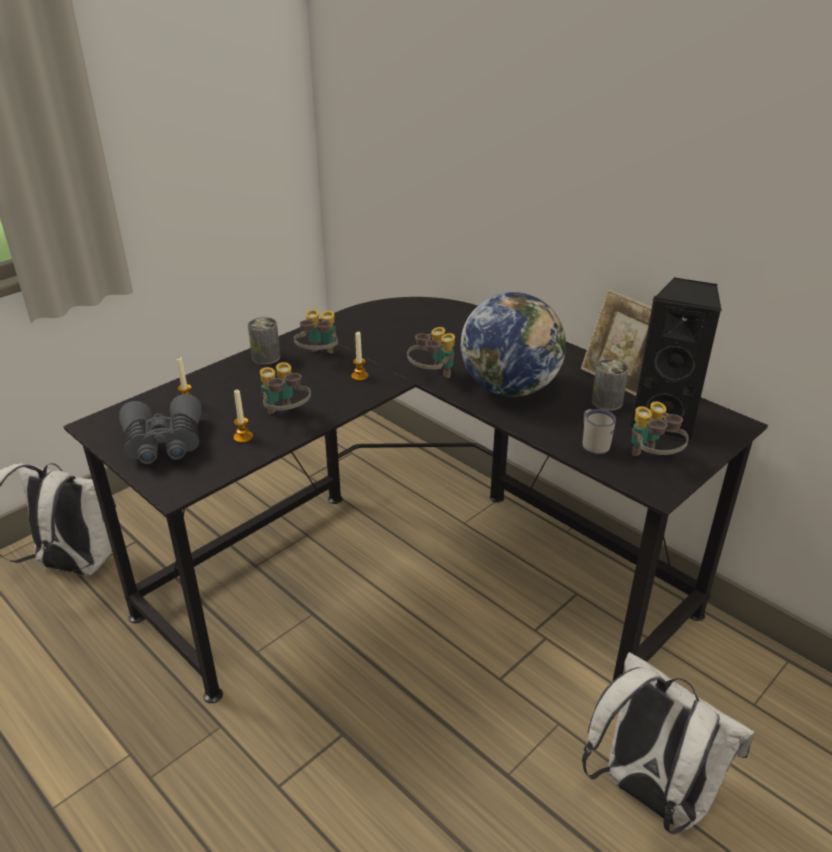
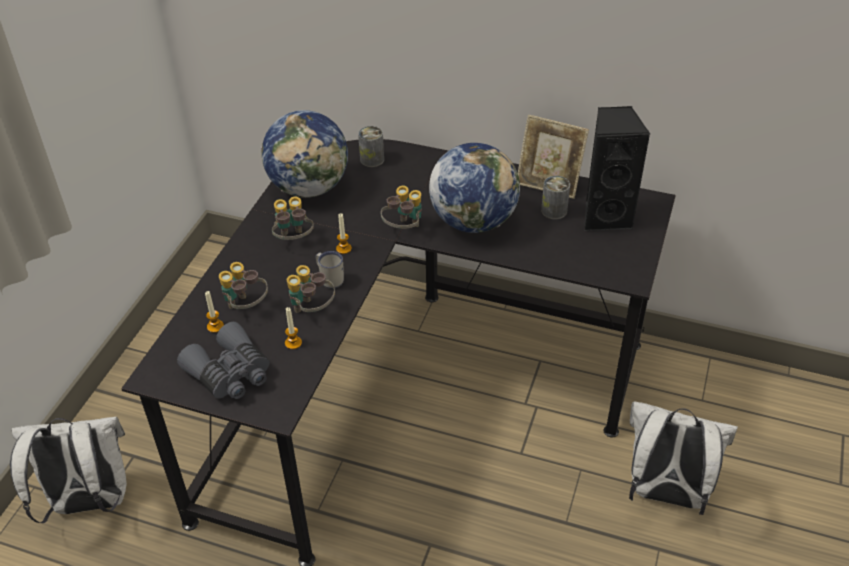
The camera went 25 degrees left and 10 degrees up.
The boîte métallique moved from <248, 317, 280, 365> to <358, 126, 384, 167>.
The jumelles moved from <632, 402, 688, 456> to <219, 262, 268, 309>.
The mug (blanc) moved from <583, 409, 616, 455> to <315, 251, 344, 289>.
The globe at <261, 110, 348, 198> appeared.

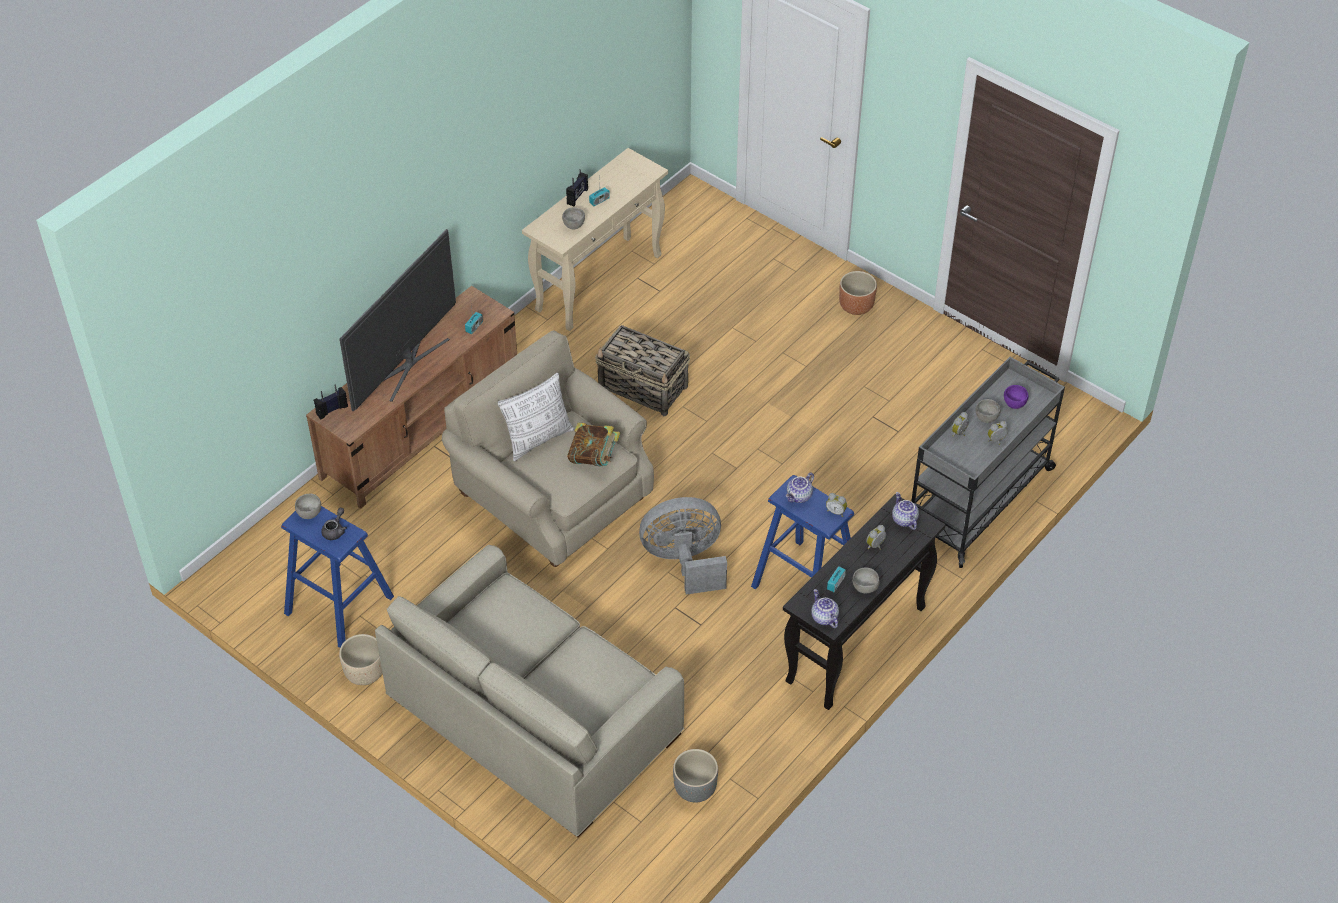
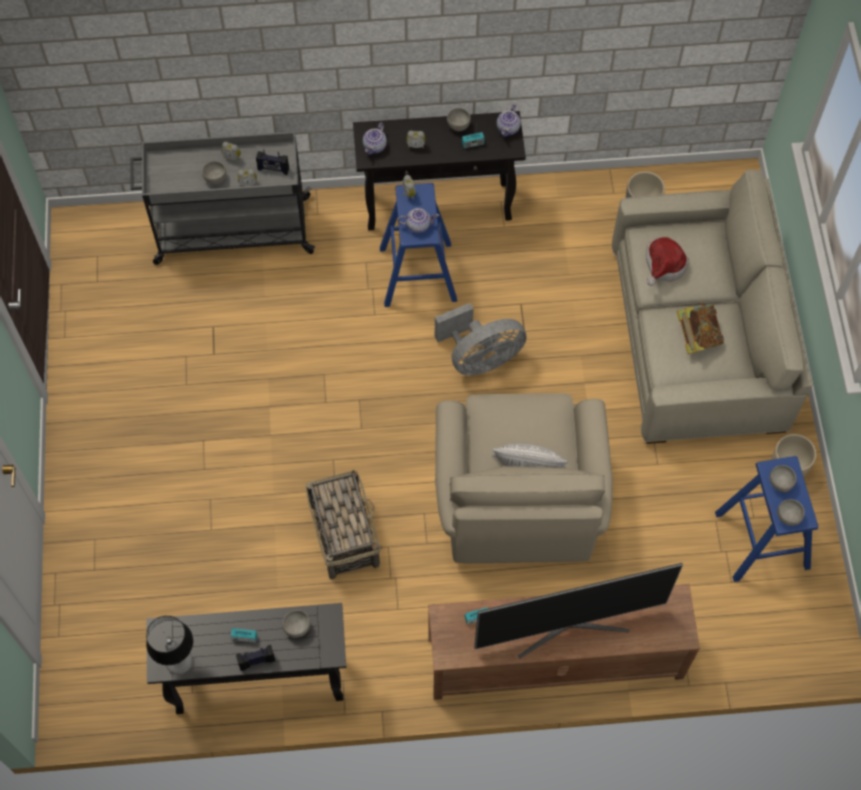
The camera went 135 degrees left and 15 degrees up.
The table console (beige) at <522, 148, 668, 331> became the table console (noir) at <146, 603, 346, 714>.
The cache-pot (marron) at <839, 271, 877, 315> disappeared.
The radio moved from <314, 385, 348, 420> to <256, 149, 289, 175>.
The bol (violet) at <1004, 385, 1029, 409> disappeared.
The livre moved from <567, 422, 620, 466> to <676, 302, 724, 354>.
The ventilateur (gris) at <639, 497, 727, 595> turned 60 degrees counterclockwise.
The théière (gris) at <321, 508, 347, 540> was replaced by the bol (gris) at <769, 465, 797, 492>.
The chapeau at <646, 237, 689, 286> appeared.
The lampe de table at <146, 616, 193, 675> appeared.

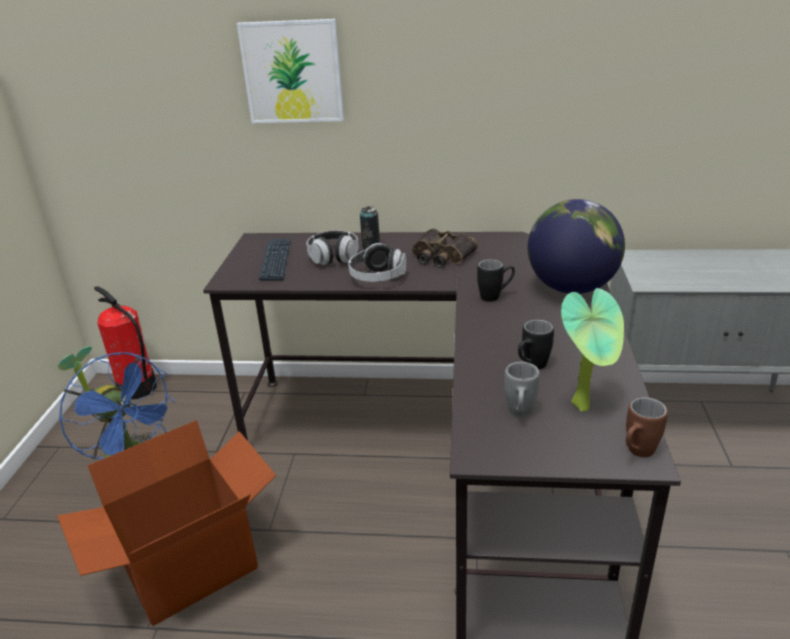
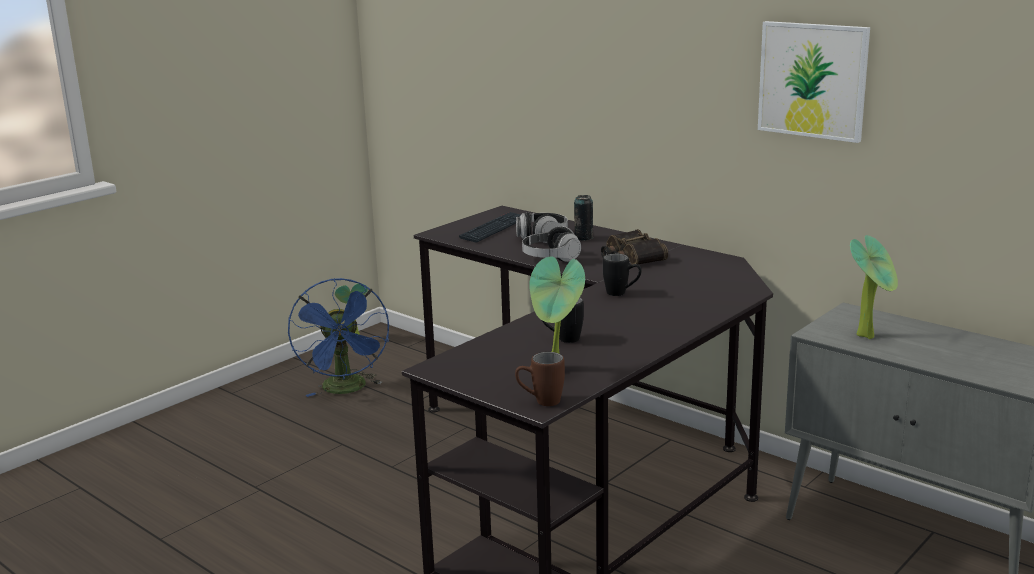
The camera went 35 degrees right and 10 degrees down.
The tableau moved from <237, 19, 344, 123> to <758, 21, 870, 143>.
The globe at <528, 199, 625, 294> disappeared.
The extincteur at <94, 286, 156, 399> disappeared.
The mug (gris) at <504, 362, 540, 417> disappeared.
The carton at <57, 420, 277, 626> disappeared.
The plante en pot at <850, 235, 898, 339> appeared.

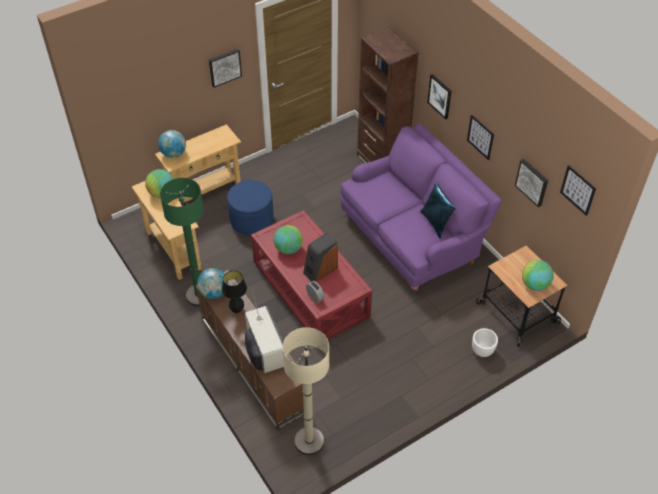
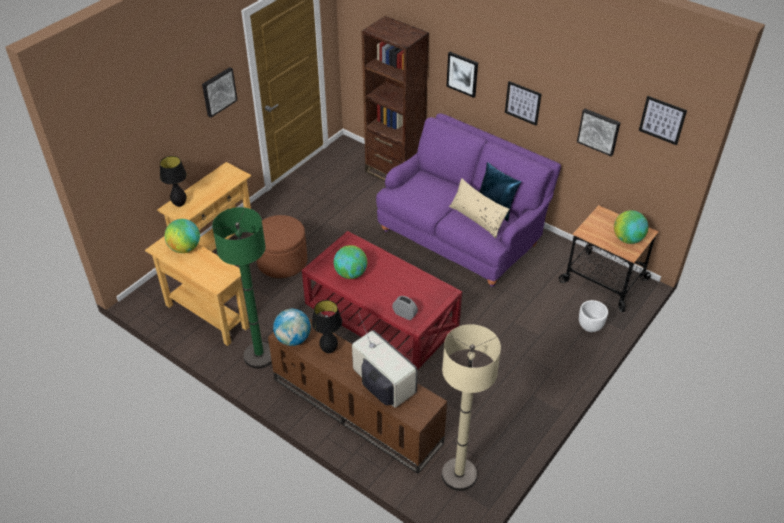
The camera went 20 degrees left and 5 degrees down.
The globe at <158, 130, 186, 158> was replaced by the lampe de table (noir) at <160, 156, 187, 207>.
The pouf (bleu) at <227, 180, 274, 235> became the pouf (marron) at <256, 215, 307, 278>.
The enceinte at <303, 233, 338, 282> disappeared.
The coussin (beige) at <449, 178, 509, 238> appeared.

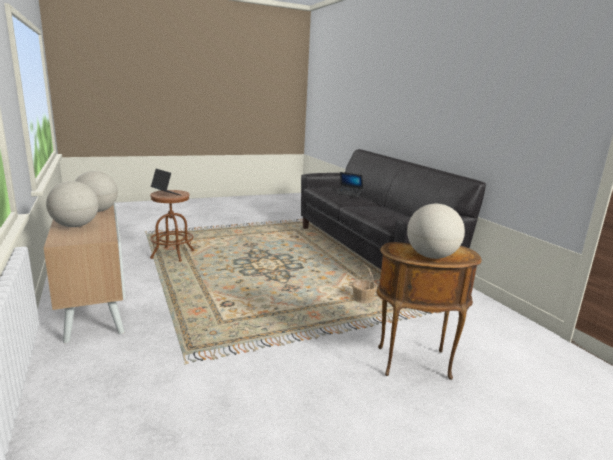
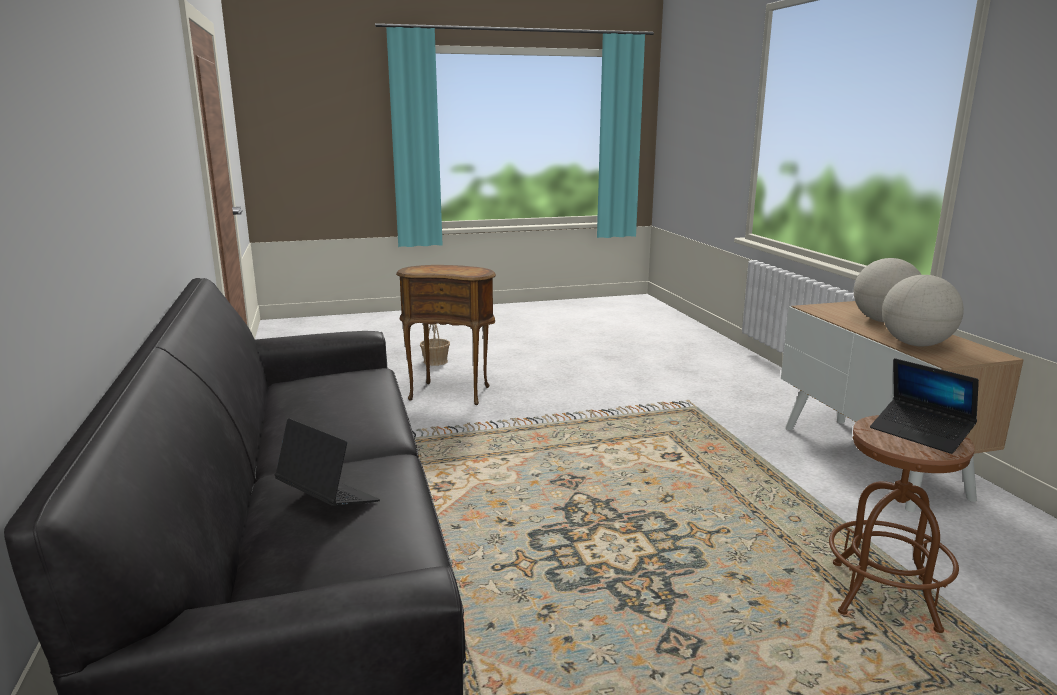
The camera went 170 degrees left and 0 degrees up.
The globe at <407, 204, 465, 259> disappeared.
The panier moved from <352, 264, 377, 304> to <420, 324, 450, 366>.

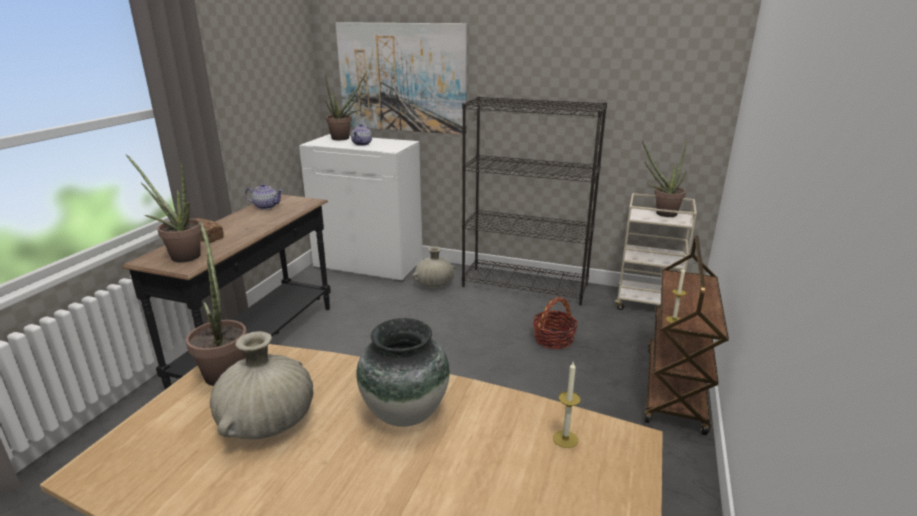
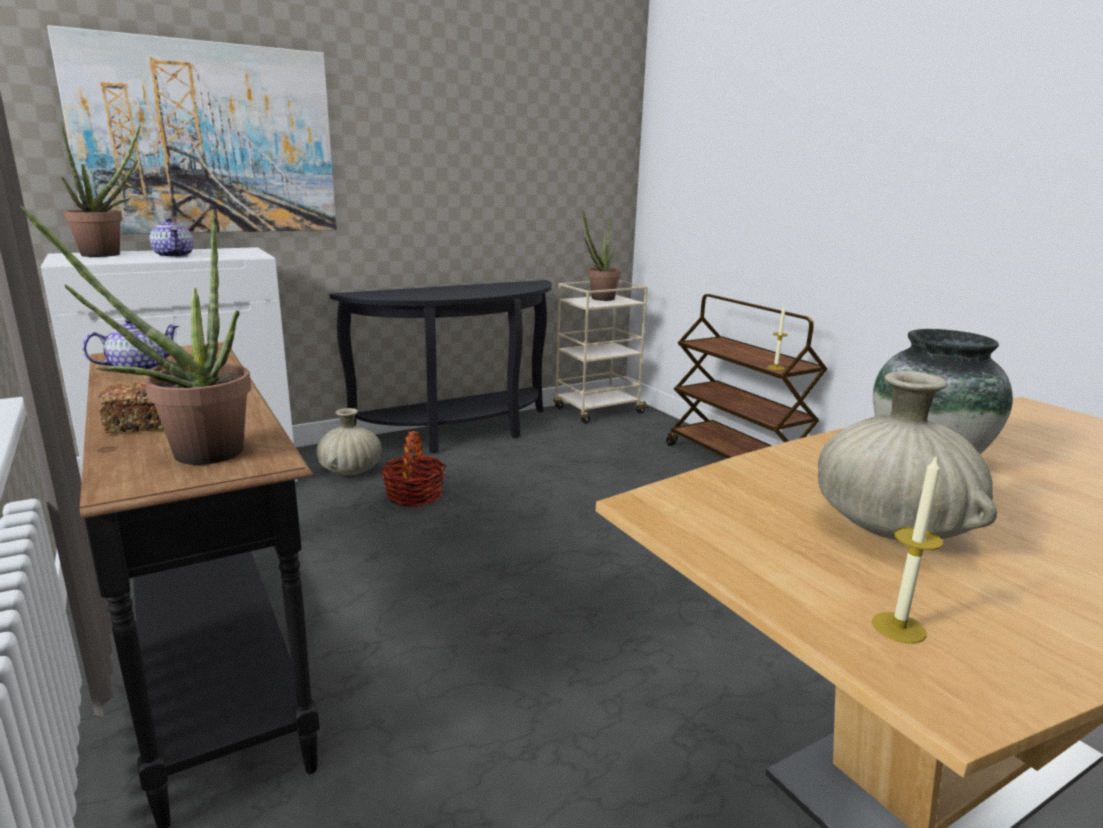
The camera went 50 degrees left and 5 degrees down.
The bibliothèque (noir) at <462, 96, 607, 305> was replaced by the table console (noir) at <329, 280, 552, 454>.
The plante en pot at <186, 220, 247, 386> disappeared.
The panier moved from <533, 297, 578, 349> to <380, 431, 446, 507>.
The bougie moved from <553, 361, 581, 448> to <872, 454, 943, 643>.

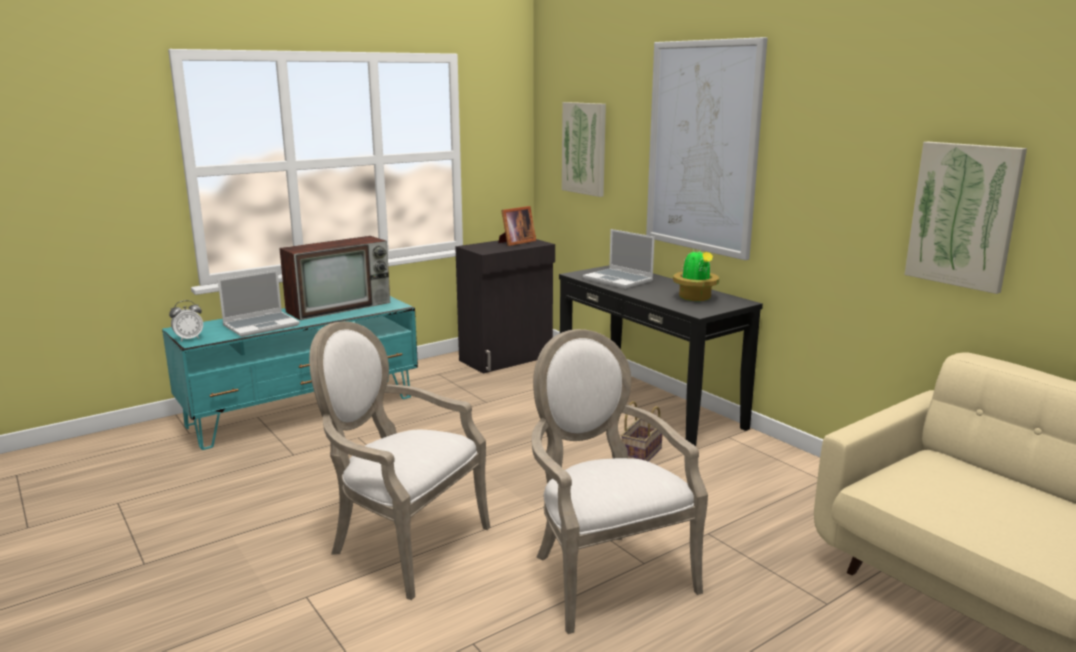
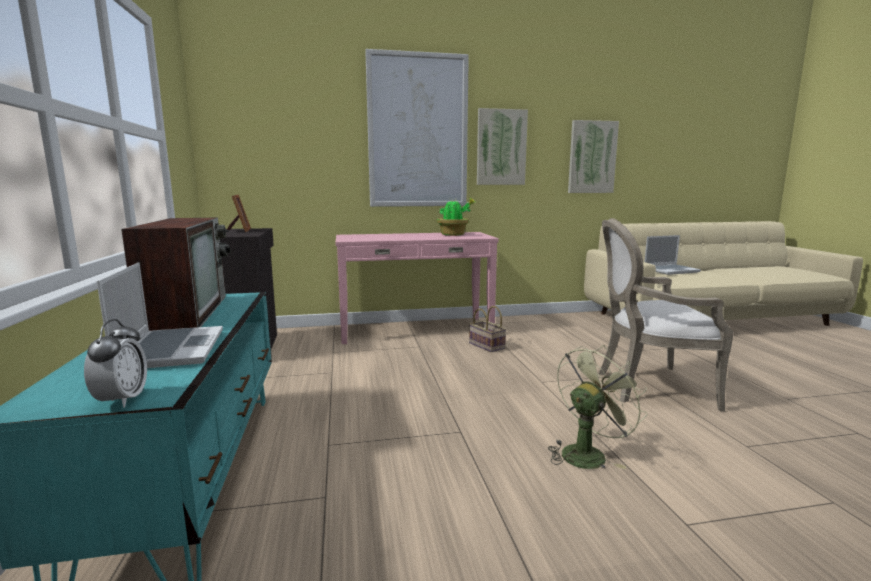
The camera went 65 degrees left and 5 degrees down.
The tableau moved from <562, 102, 606, 197> to <477, 108, 528, 185>.
The ordinateur portable moved from <583, 229, 655, 289> to <645, 235, 701, 275>.
The table console (noir) at <559, 265, 763, 446> became the table console (rose) at <335, 232, 499, 344>.
The fauteuil at <309, 321, 490, 600> was replaced by the ventilateur (vert) at <548, 345, 647, 469>.

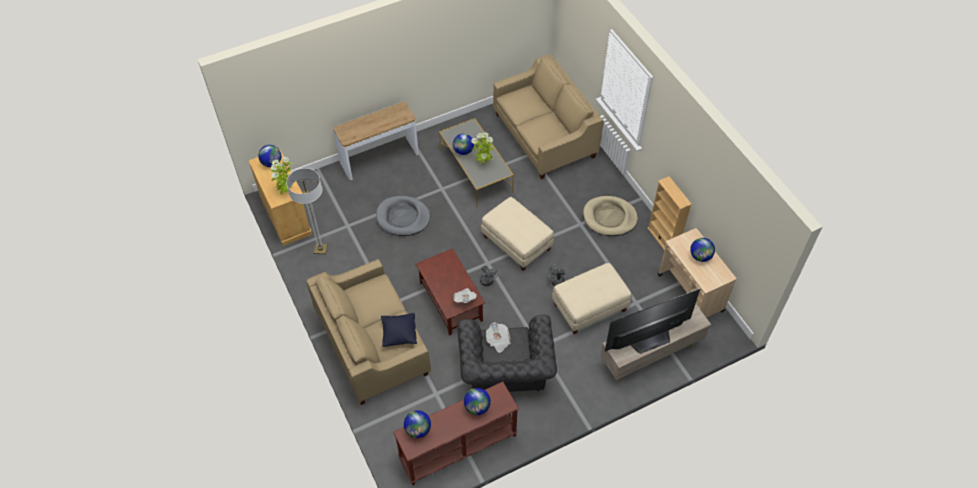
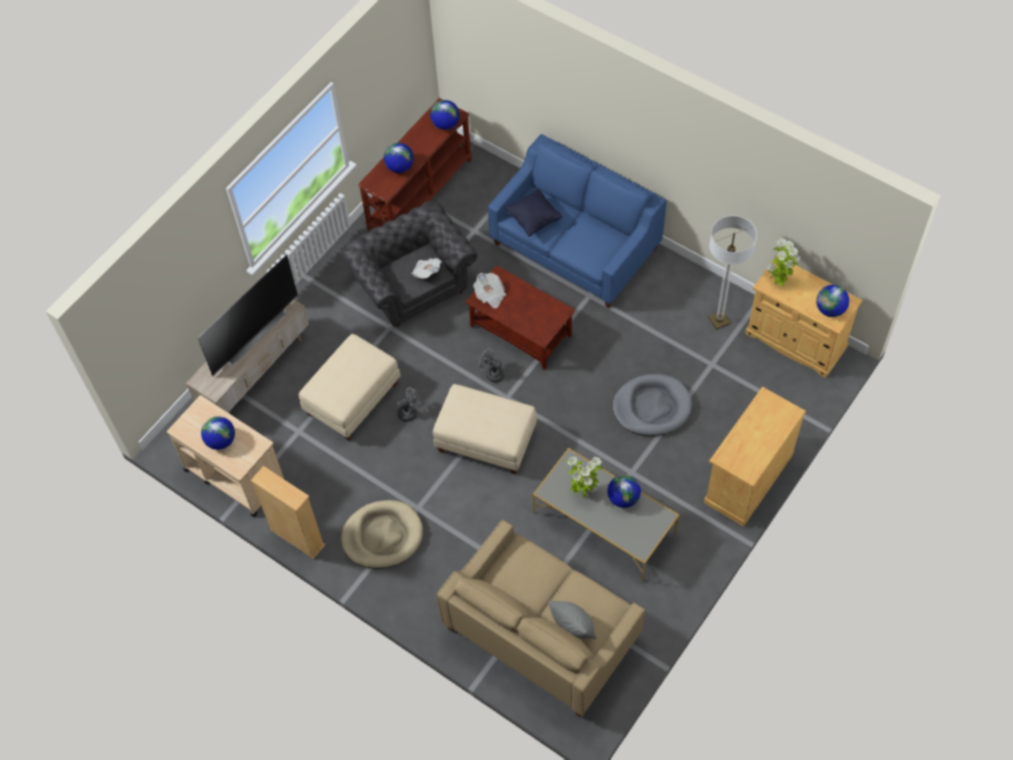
The camera went 155 degrees right and 5 degrees up.
The table console at <333, 101, 419, 180> was replaced by the meuble de rangement (beige) at <704, 387, 806, 527>.
The canapé (beige) at <306, 259, 431, 405> became the canapé (bleu) at <488, 134, 667, 308>.
The coussin (gris) at <548, 600, 597, 639> appeared.

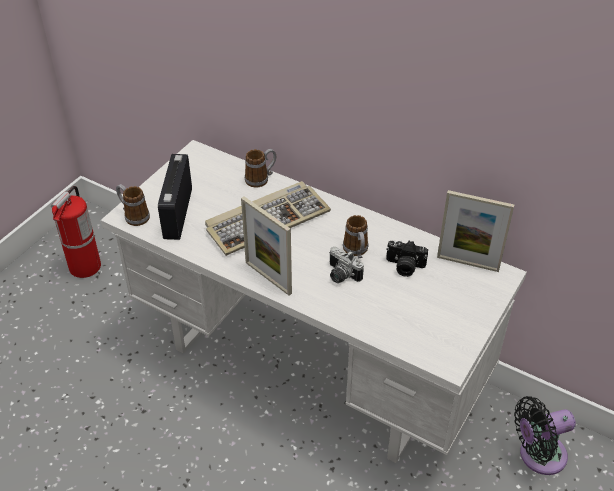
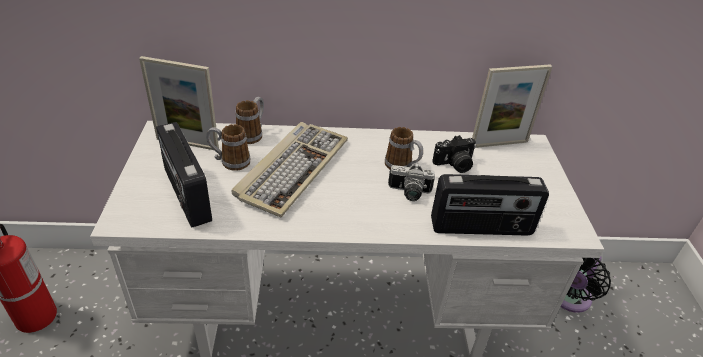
The camera went 35 degrees left and 5 degrees down.
The mug moved from <116, 184, 150, 226> to <206, 124, 251, 171>.
The cadre photo moved from <241, 196, 292, 295> to <139, 56, 219, 150>.
The radio at <431, 174, 549, 236> appeared.

